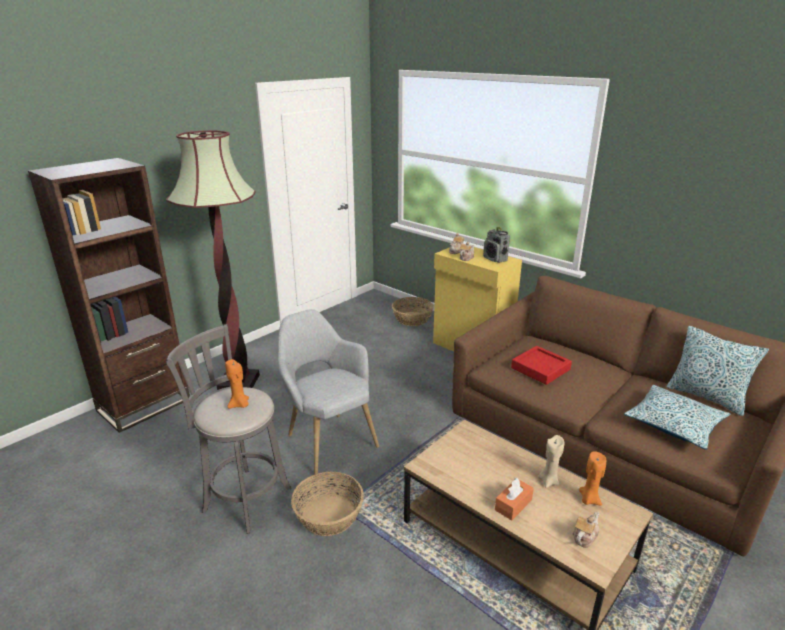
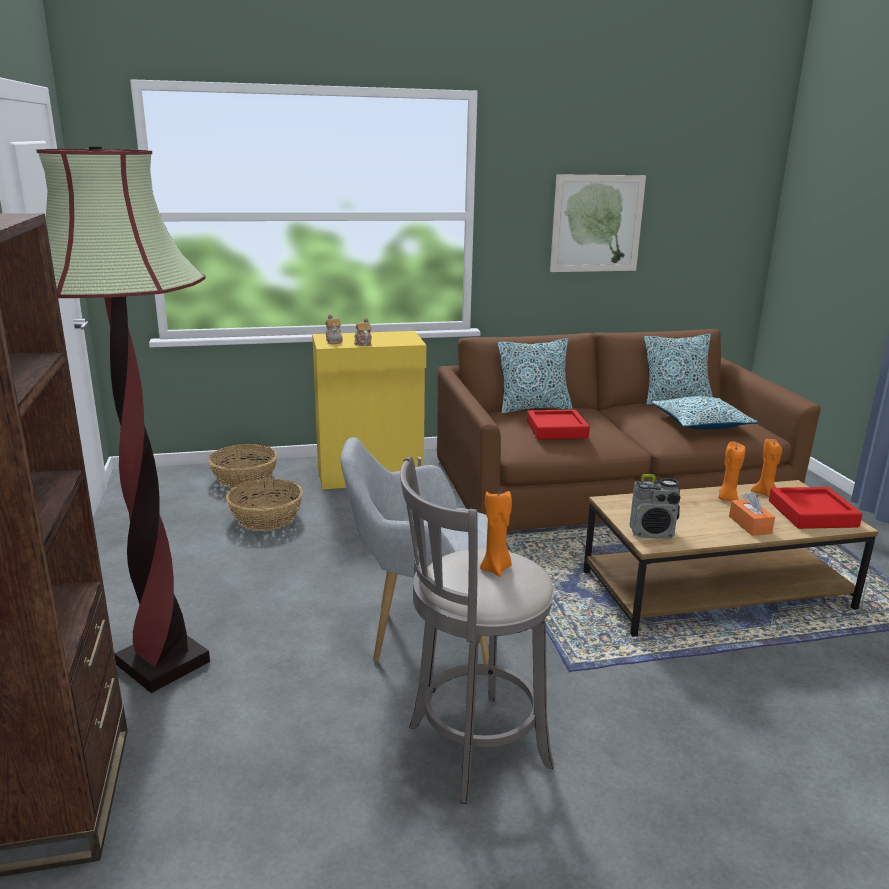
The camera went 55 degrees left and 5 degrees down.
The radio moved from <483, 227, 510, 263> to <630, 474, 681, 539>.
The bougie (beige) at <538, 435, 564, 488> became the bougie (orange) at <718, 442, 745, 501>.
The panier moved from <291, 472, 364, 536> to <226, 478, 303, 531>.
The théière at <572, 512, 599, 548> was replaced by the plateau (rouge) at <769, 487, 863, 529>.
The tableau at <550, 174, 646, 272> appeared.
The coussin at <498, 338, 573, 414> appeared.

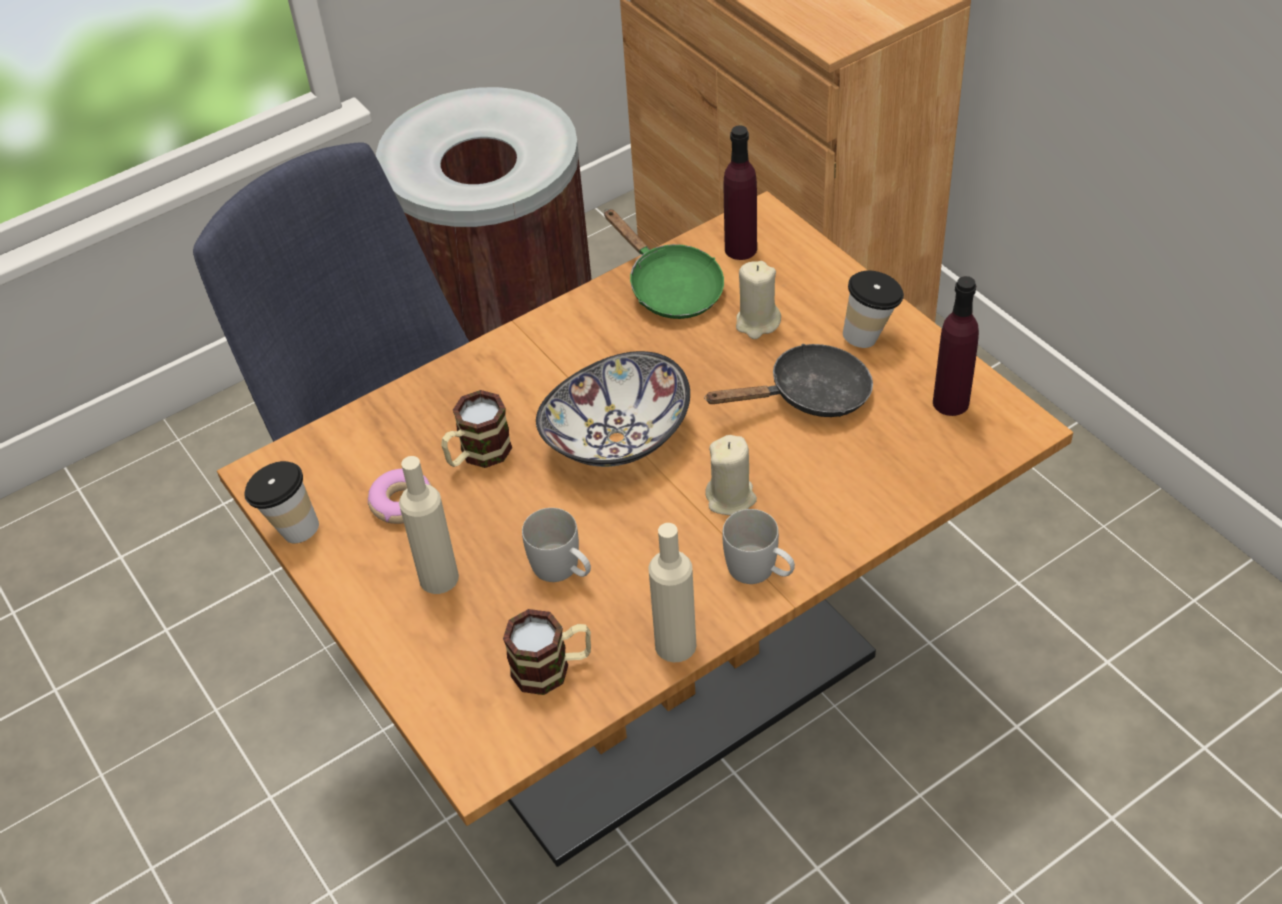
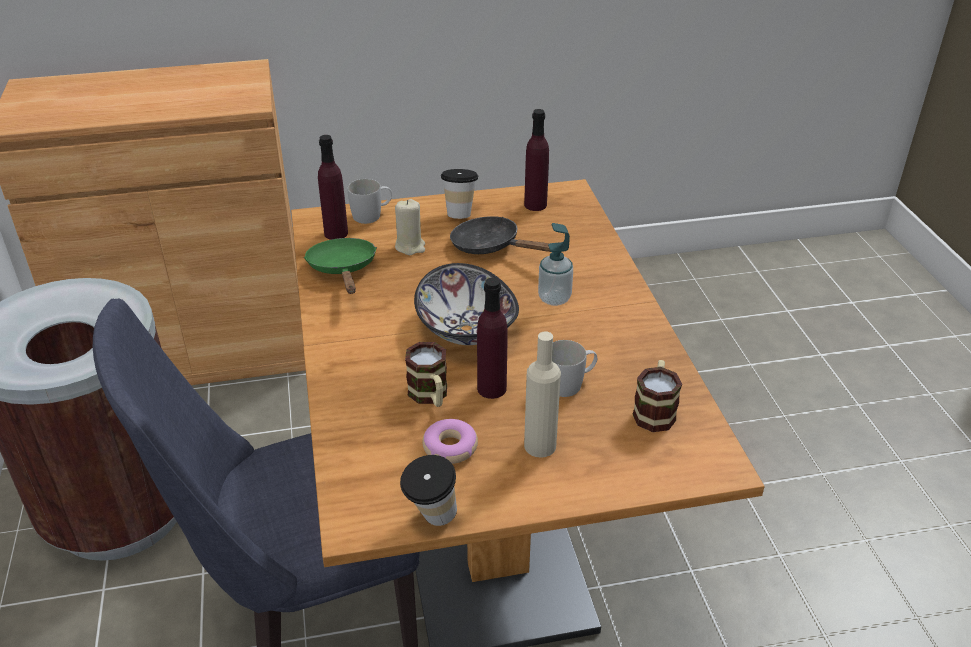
The camera went 70 degrees left and 10 degrees down.
The poêle (vert) at <604, 209, 724, 319> turned 90 degrees counterclockwise.
The poêle (noir) at <704, 344, 873, 417> turned 60 degrees counterclockwise.
The bougie (beige) at <706, 435, 757, 515> was replaced by the distributeur de savon at <538, 223, 573, 306>.
The mug (blanc) moved from <723, 509, 795, 584> to <348, 179, 392, 224>.
The bouteille (beige) at <648, 523, 696, 662> disappeared.
The bouteille (violet) at <477, 278, 507, 399> appeared.

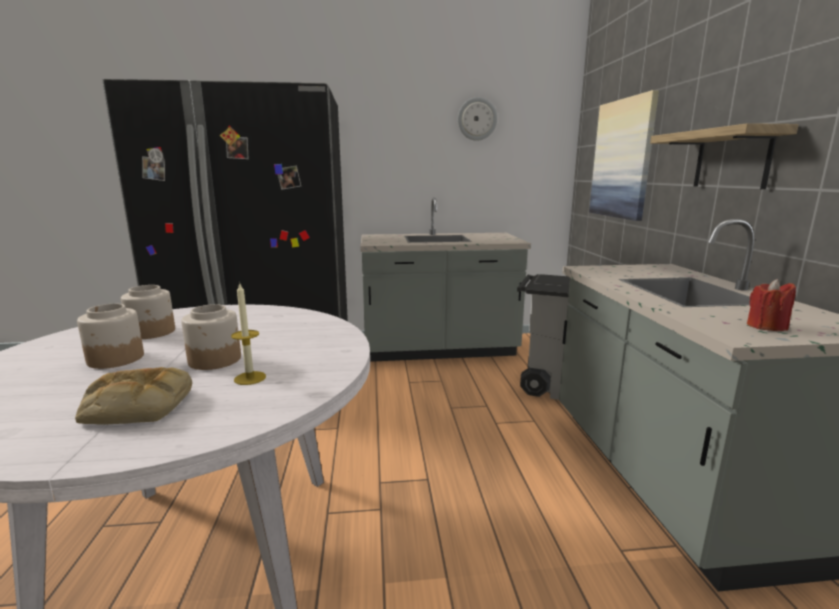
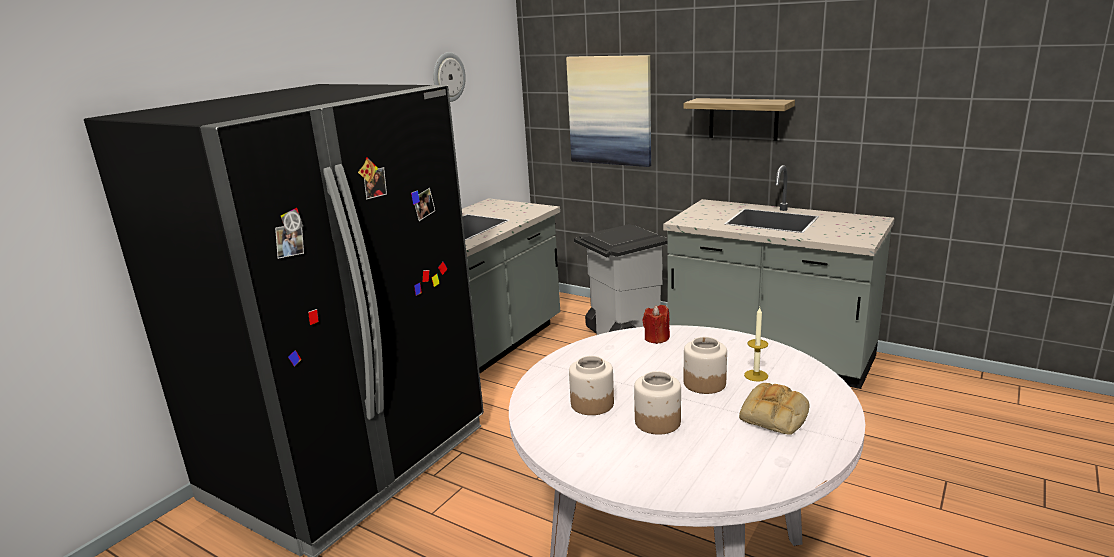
The camera went 50 degrees left and 5 degrees up.
The bougie (rouge) moved from <747, 279, 796, 331> to <643, 305, 670, 344>.

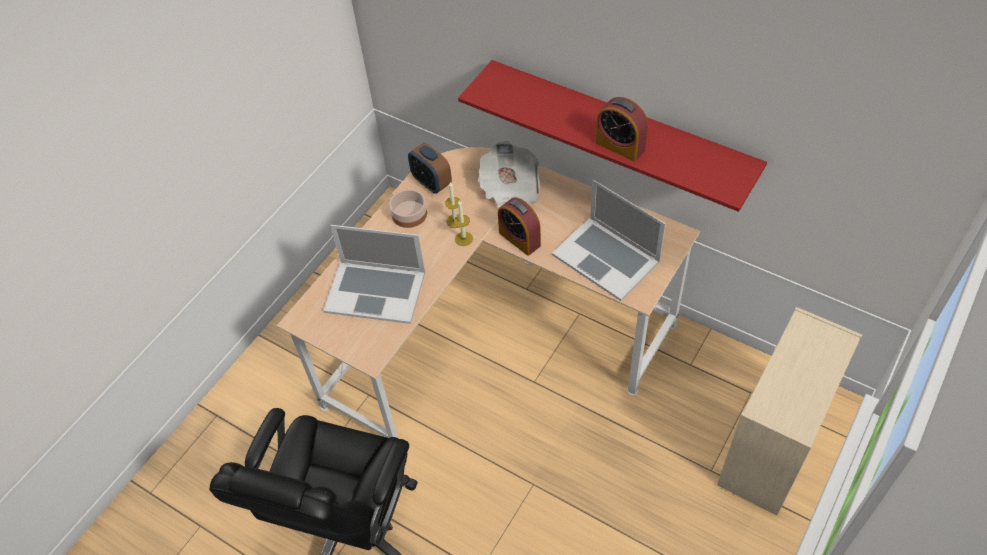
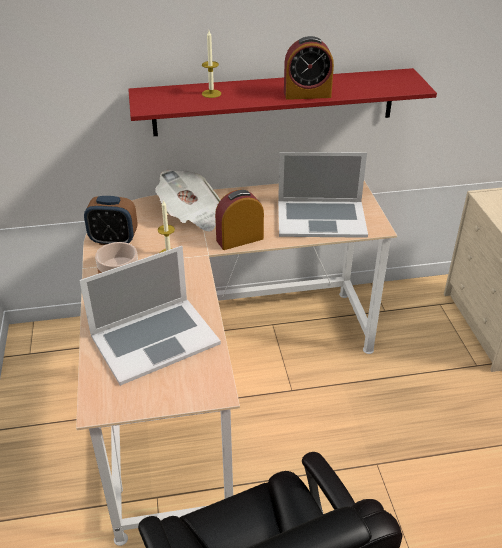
The camera went 45 degrees left and 15 degrees down.
The réveil at <498, 197, 541, 256> turned 150 degrees clockwise.
The bougie moved from <454, 200, 473, 246> to <202, 31, 221, 98>.

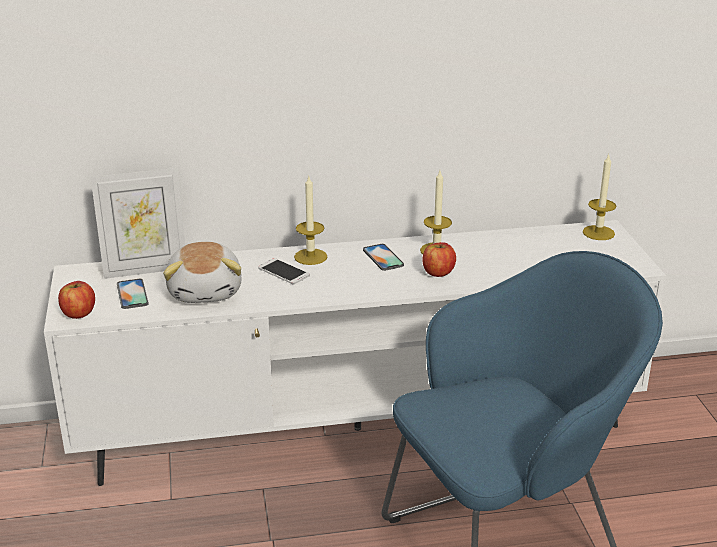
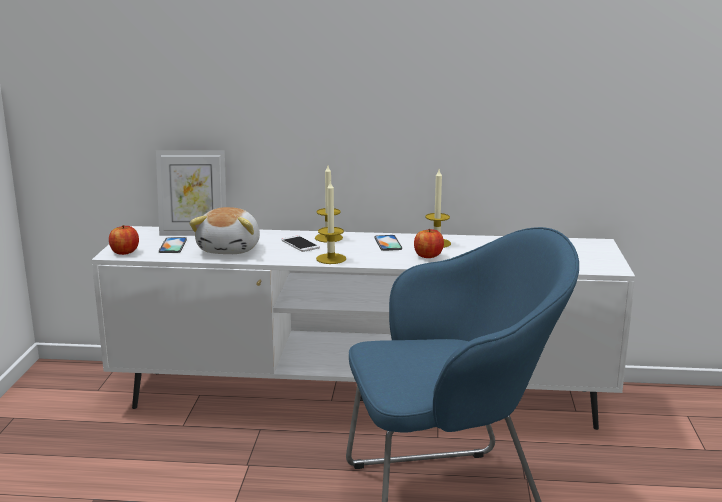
The camera went 15 degrees right and 10 degrees down.
The bougie moved from <583, 154, 616, 240> to <316, 180, 346, 264>.

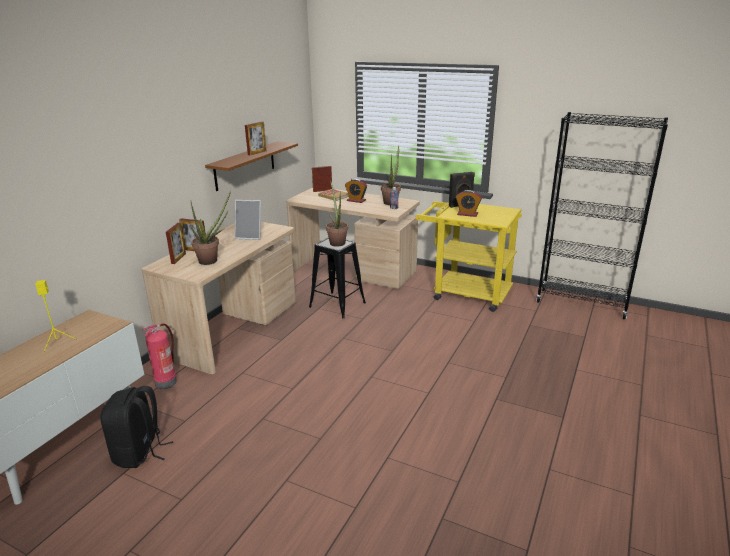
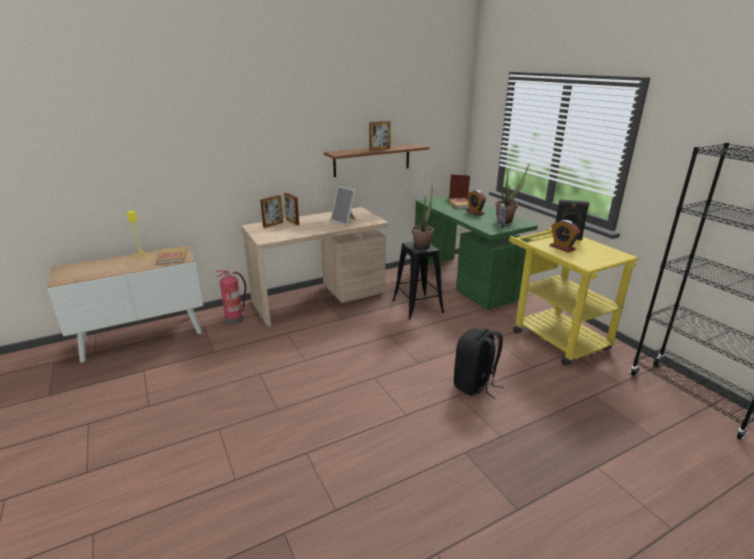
The camera went 35 degrees right and 0 degrees up.
The bureau (beige) at <286, 187, 419, 289> became the bureau (vert) at <415, 195, 538, 310>.
The plante en pot at <190, 191, 231, 265> disappeared.
The sac à dos (noir) moved from <101, 386, 173, 468> to <454, 329, 504, 399>.
The livre at <157, 247, 188, 264> appeared.

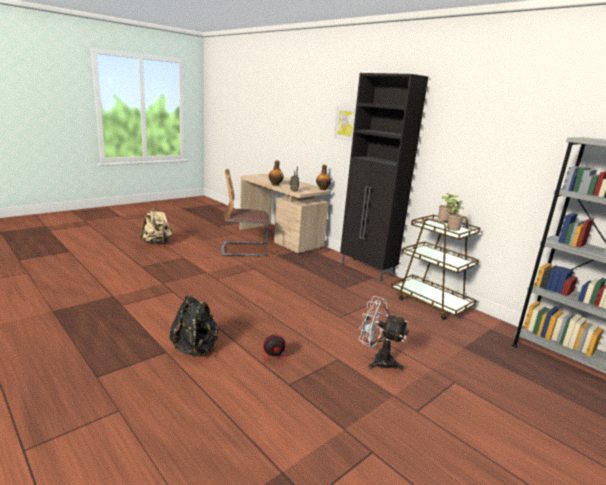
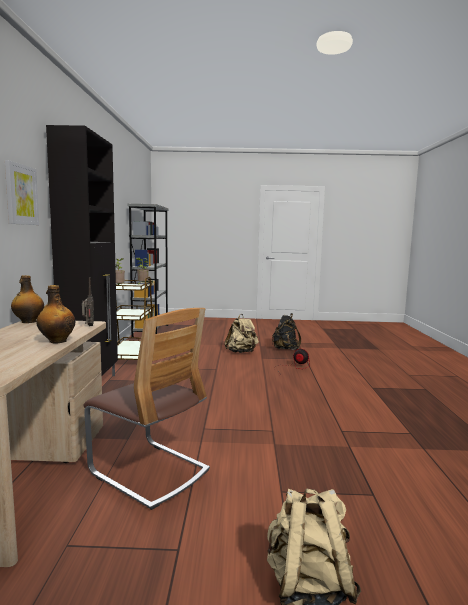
The camera went 135 degrees left and 10 degrees down.
The sac à dos (noir) moved from <169, 296, 219, 356> to <272, 313, 301, 350>.
The ventilateur (blanc) at <358, 296, 409, 371> was replaced by the sac à dos (beige) at <225, 314, 259, 353>.

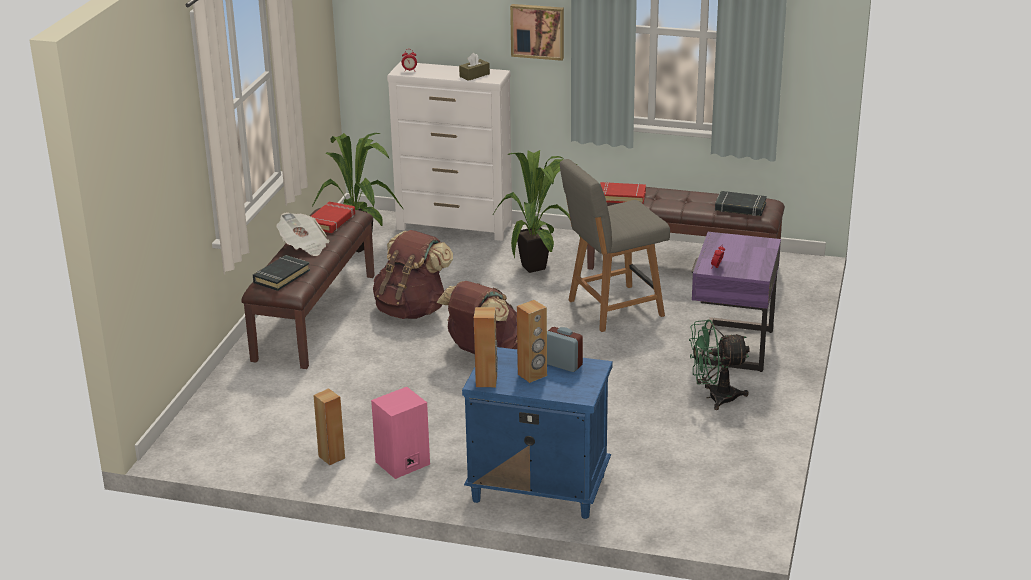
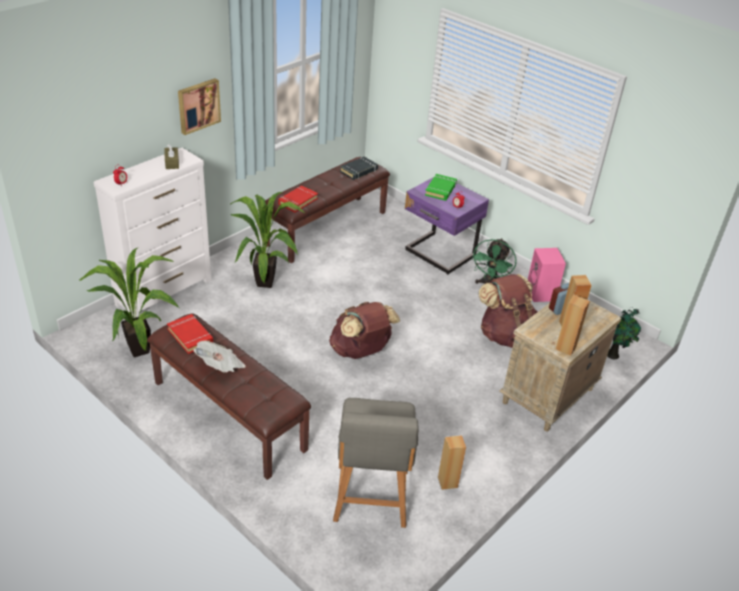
The camera went 65 degrees left and 10 degrees up.
The chaise (gris) moved from <560, 159, 670, 332> to <333, 398, 419, 528>.
The sac à dos (marron) moved from <373, 230, 453, 319> to <478, 274, 538, 348>.
The livre (noir) at <253, 255, 310, 291> disappeared.
The table de chevet (bleu) at <462, 347, 613, 519> became the table de chevet (beige) at <499, 299, 621, 431>.
The enceinte (rose) moved from <371, 387, 430, 479> to <528, 248, 566, 302>.
The livre (vert) at <425, 174, 457, 201> appeared.
The plante en pot at <607, 307, 641, 359> appeared.

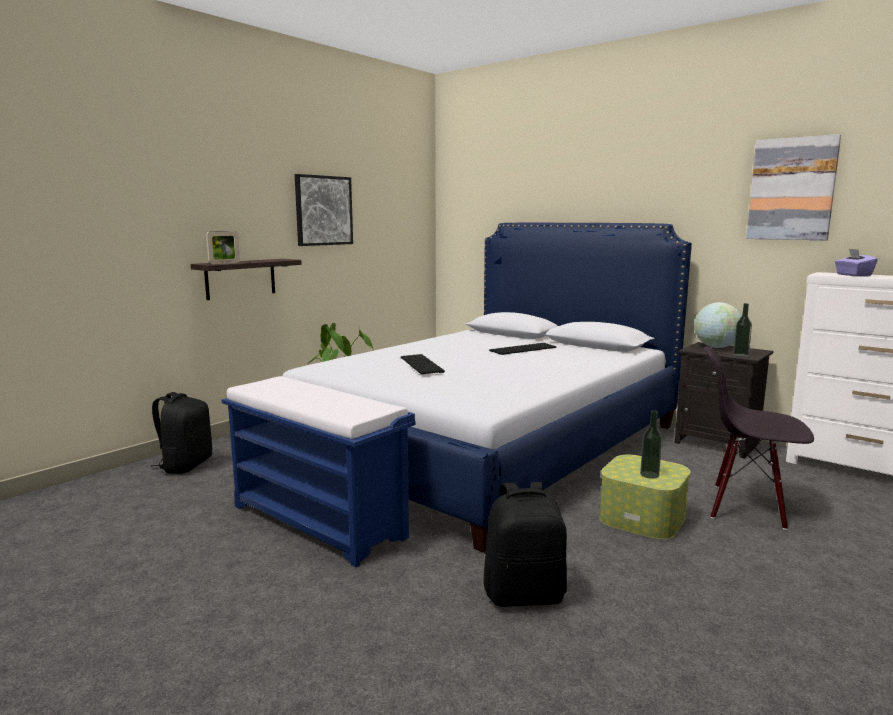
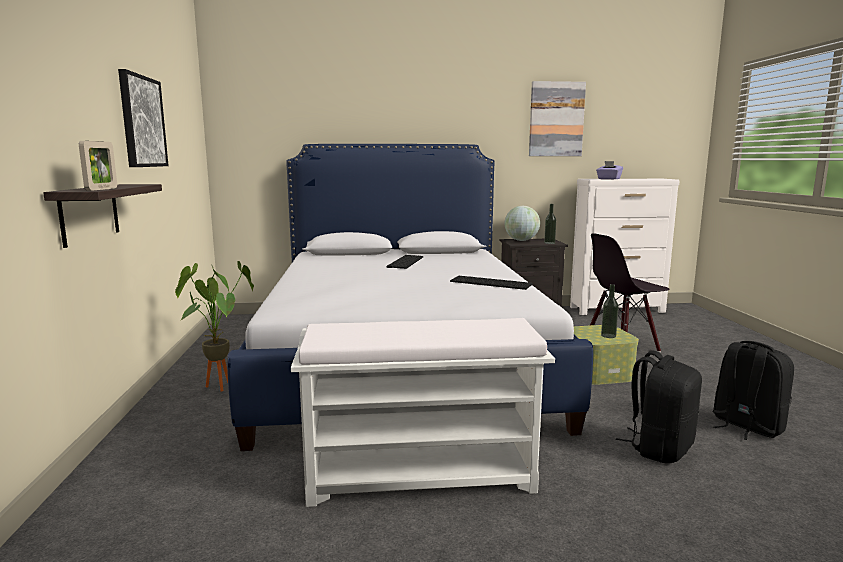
The camera went 45 degrees left and 0 degrees up.
The clavier moved from <401, 354, 445, 374> to <450, 276, 533, 290>.
The banc (bleu) at <221, 376, 415, 567> became the banc (blanc) at <291, 318, 555, 507>.
The sac à dos (noir) moved from <151, 392, 212, 474> to <712, 341, 794, 440>.

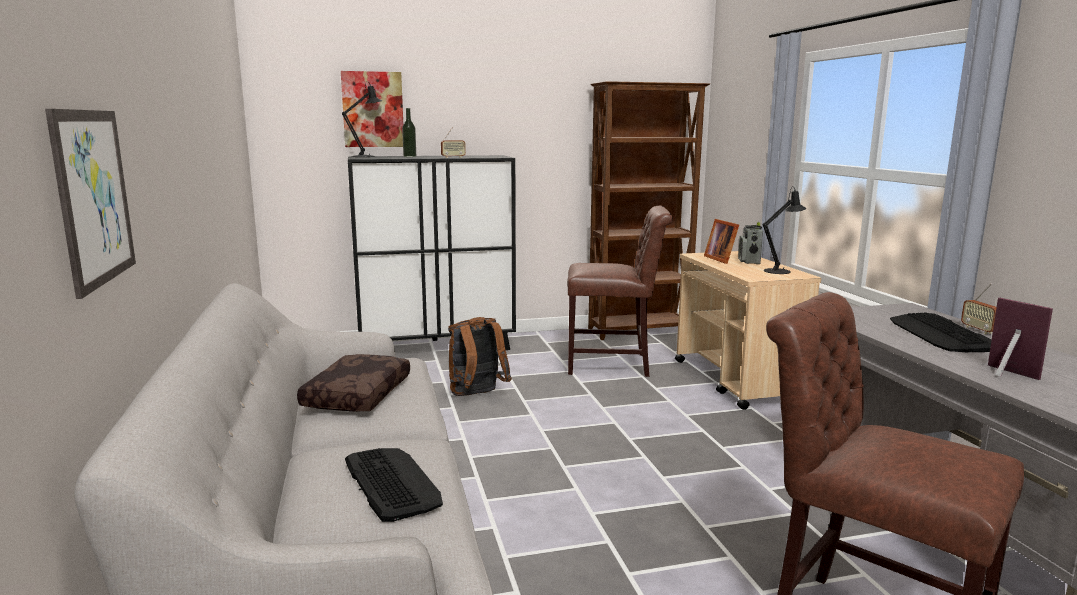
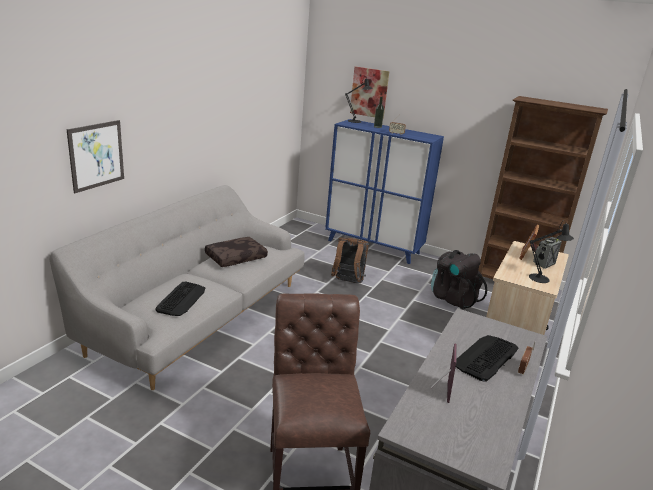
The camera went 40 degrees right and 10 degrees up.
The meuble de rangement (noir) at <348, 155, 516, 350> became the meuble de rangement (bleu) at <325, 119, 444, 264>.
The chaise (marron) at <567, 206, 673, 377> was replaced by the sac à dos (noir) at <431, 250, 487, 309>.

